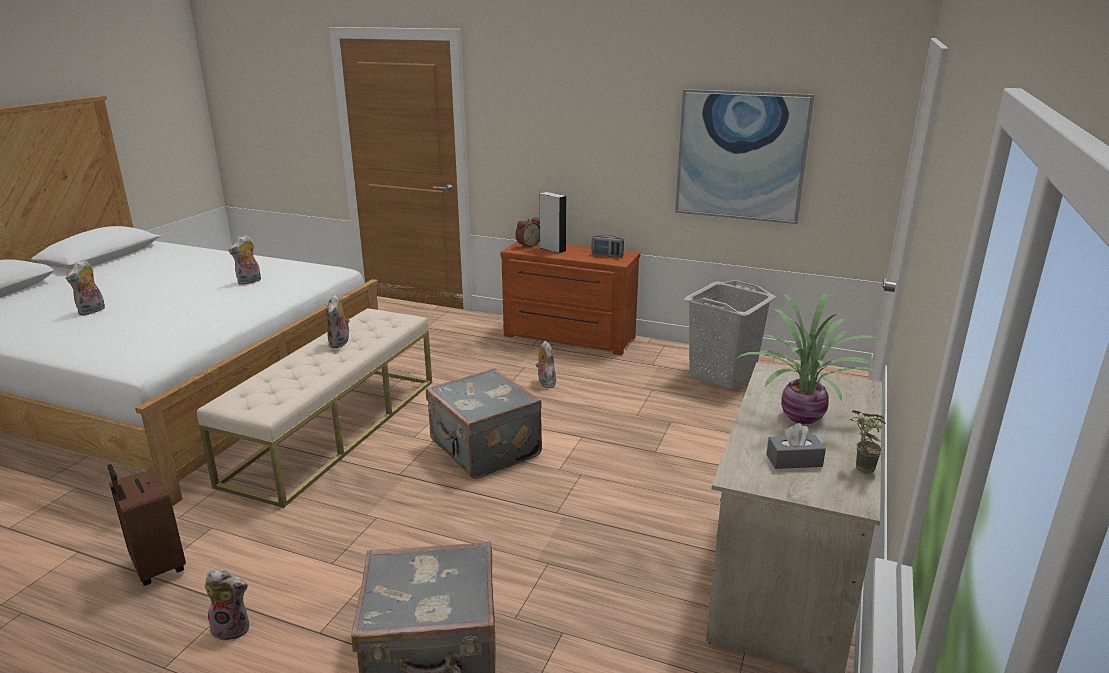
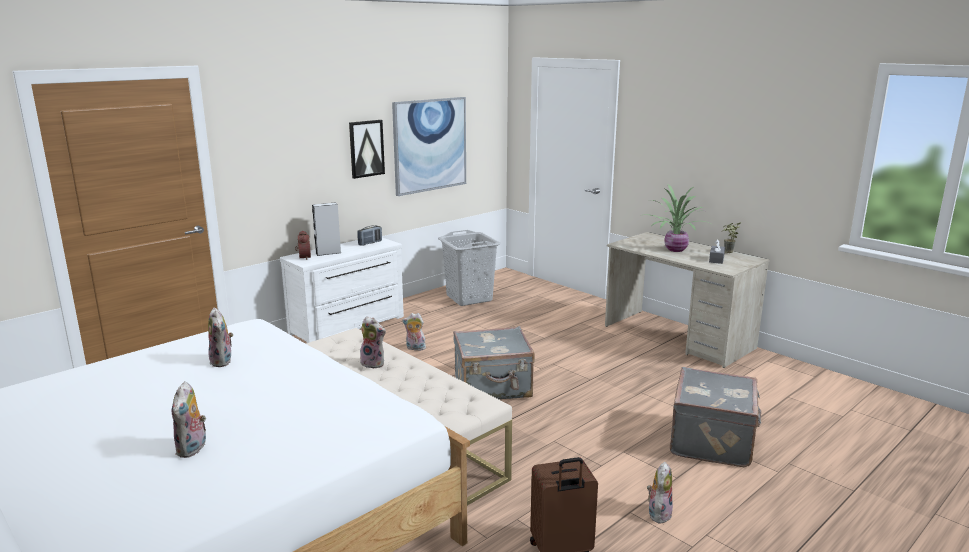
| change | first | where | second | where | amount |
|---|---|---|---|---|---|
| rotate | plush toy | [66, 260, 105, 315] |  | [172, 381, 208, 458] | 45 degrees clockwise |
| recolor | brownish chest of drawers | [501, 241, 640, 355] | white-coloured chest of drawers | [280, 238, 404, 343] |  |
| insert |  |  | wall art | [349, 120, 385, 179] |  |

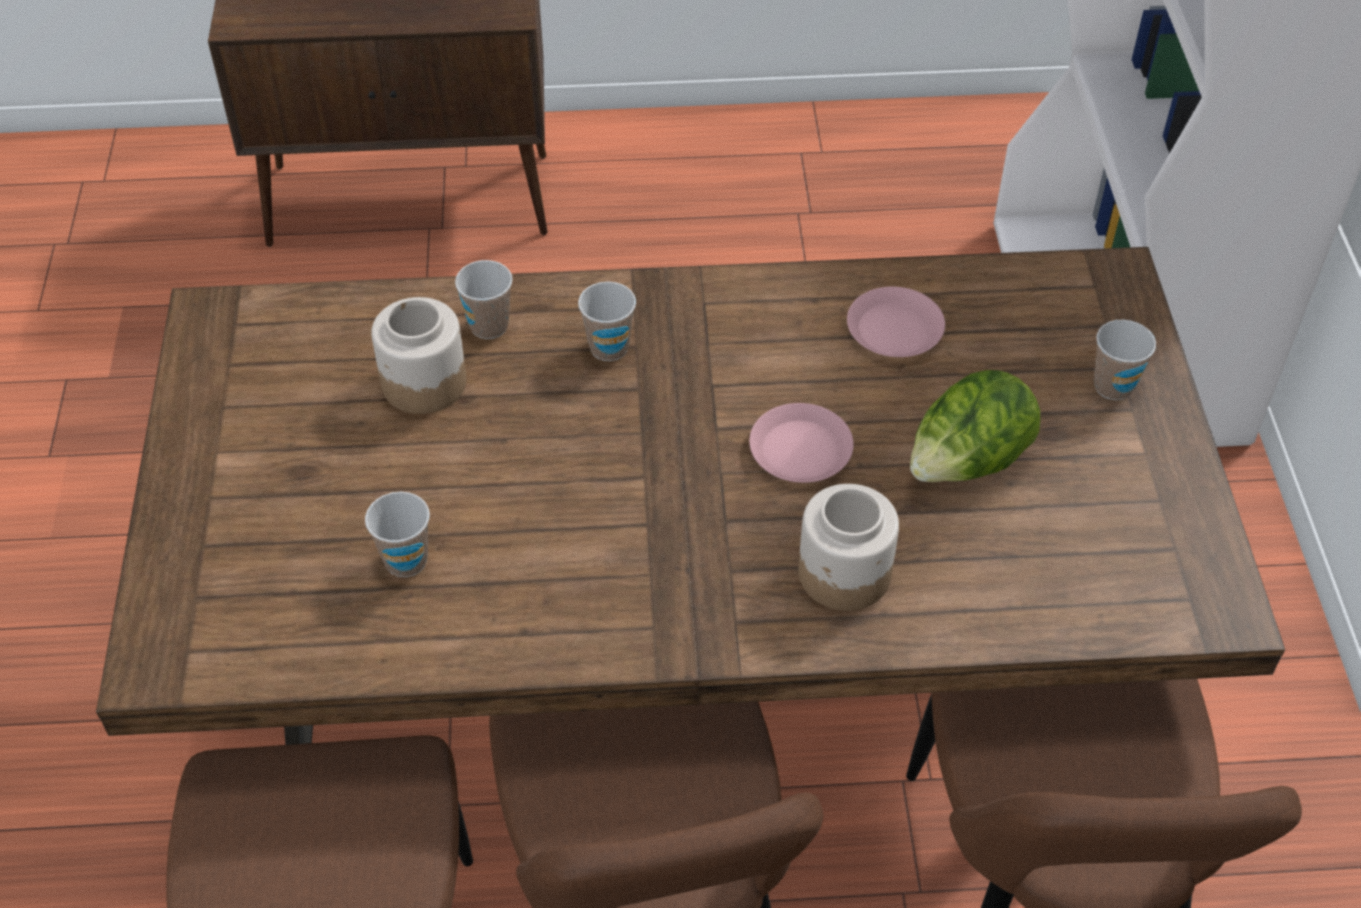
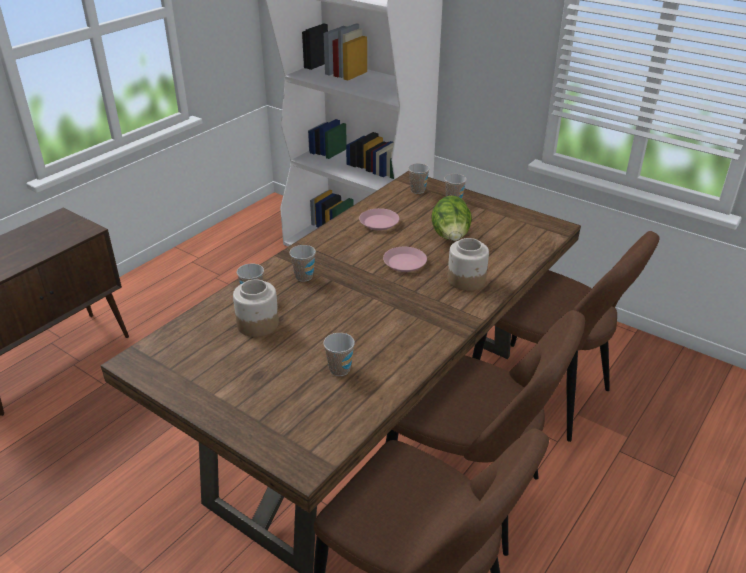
| change | first | where | second | where | amount |
|---|---|---|---|---|---|
| insert |  |  | drinking cup | [408, 163, 430, 194] |  |

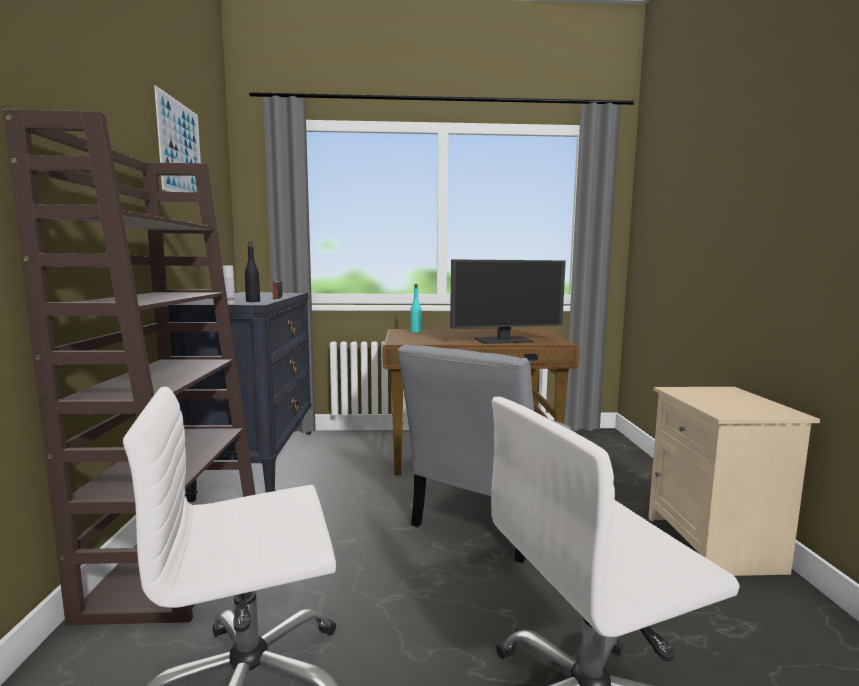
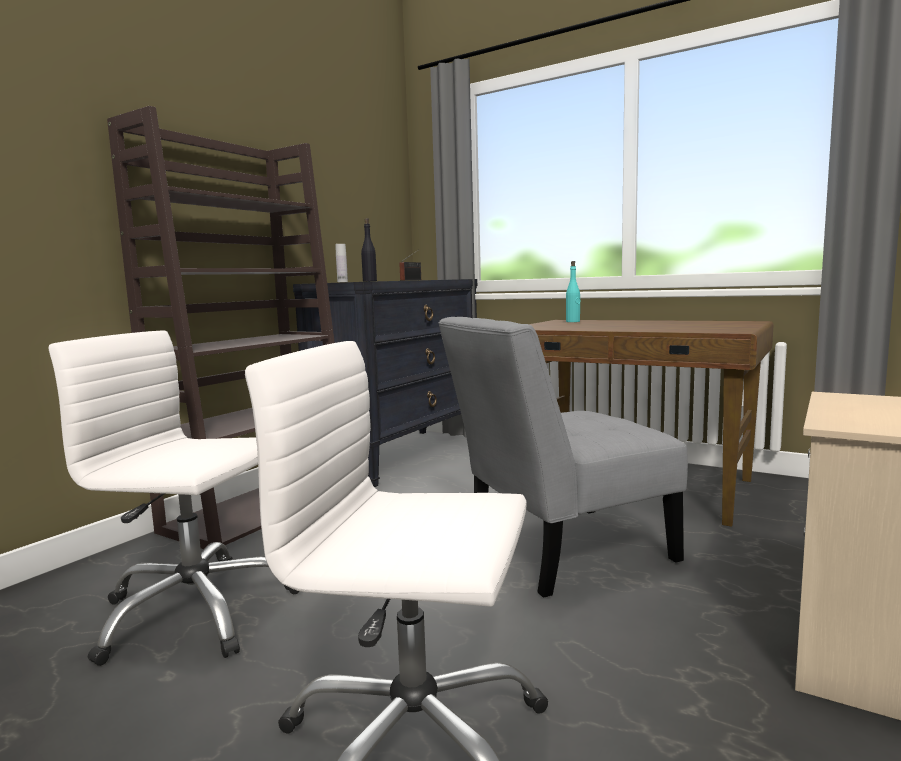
| change | first | where | second | where | amount |
|---|---|---|---|---|---|
| delete | wall art | [154, 85, 201, 192] |  |  |  |
| delete | computer screen | [450, 259, 566, 344] |  |  |  |

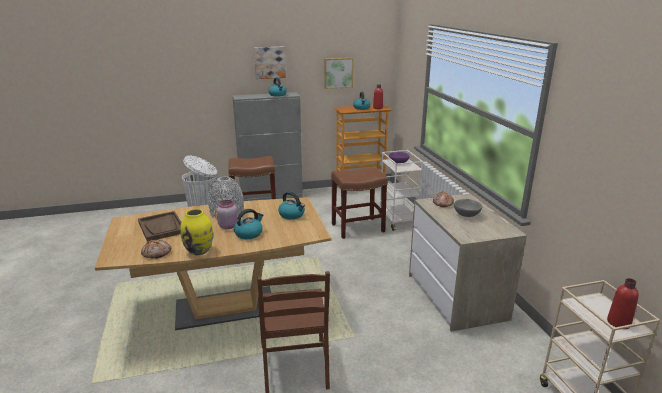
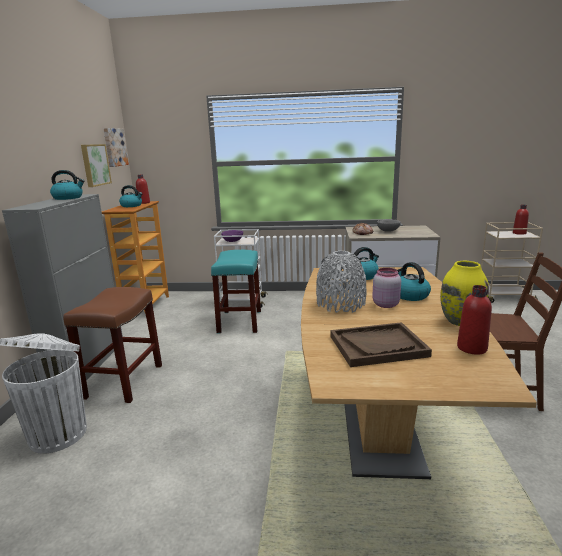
| change | first | where | second | where | amount |
|---|---|---|---|---|---|
| move | wall art | [254, 47, 286, 79] |  | [103, 128, 129, 167] |  |
| recolor | brownish sitting stool | [331, 167, 388, 239] | turquoise sitting stool | [211, 250, 261, 333] |  |
| replace | bakery bread | [141, 240, 172, 259] | red beverage bottle | [457, 285, 492, 355] |  |

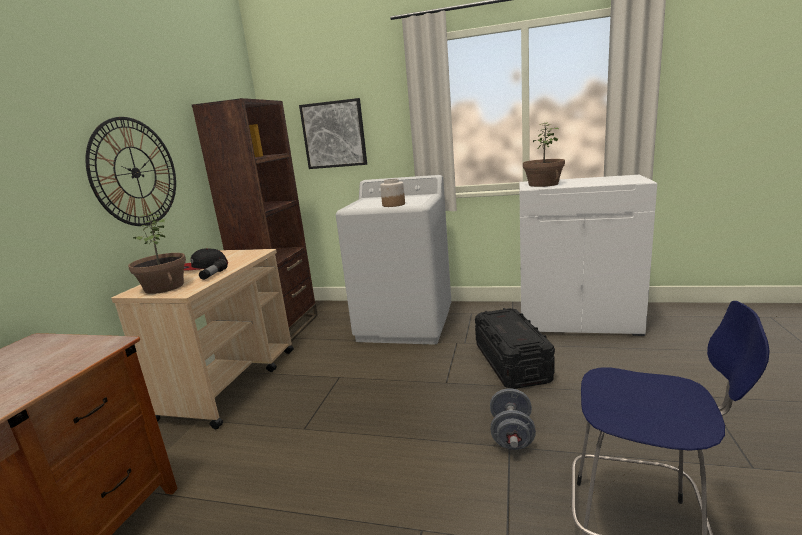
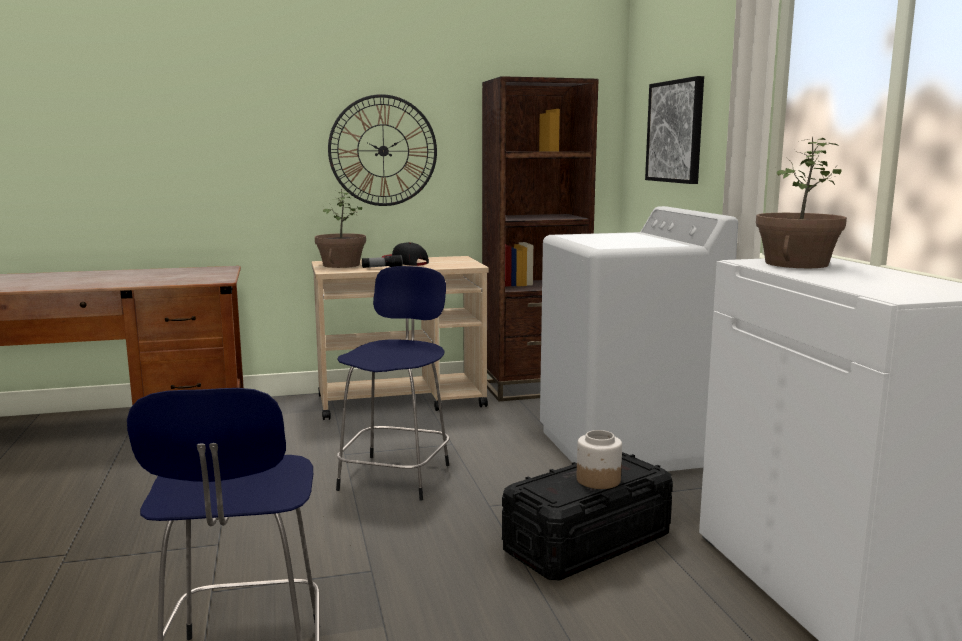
| change | first | where | second | where | amount |
|---|---|---|---|---|---|
| insert |  |  | bluish sitting stool | [336, 266, 449, 501] |  |
| move | jar | [380, 179, 405, 207] |  | [577, 430, 622, 489] |  |
| delete | grey free weight | [490, 388, 536, 450] |  |  |  |

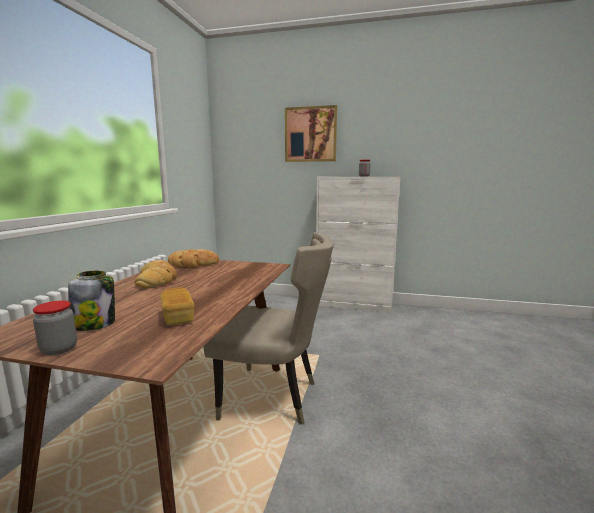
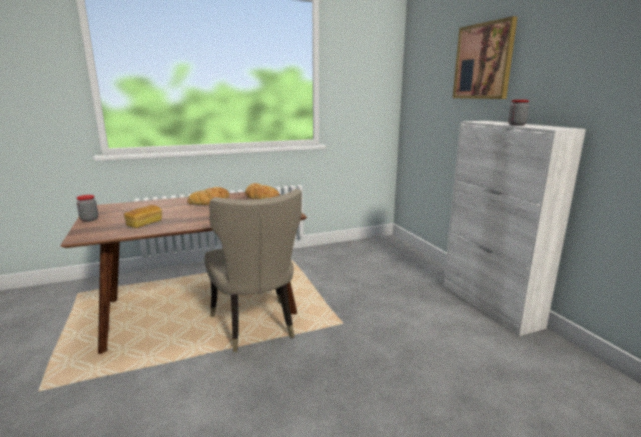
| change | first | where | second | where | amount |
|---|---|---|---|---|---|
| delete | jar | [68, 271, 115, 331] |  |  |  |

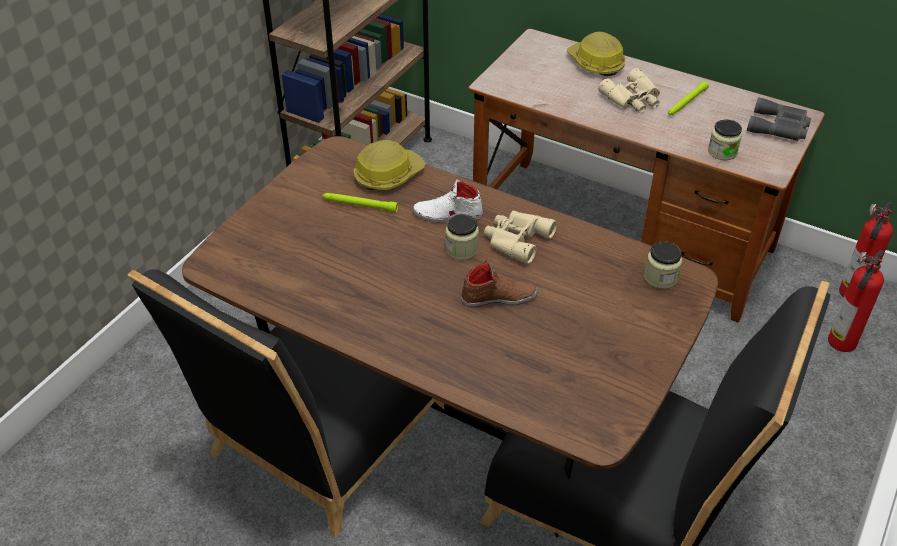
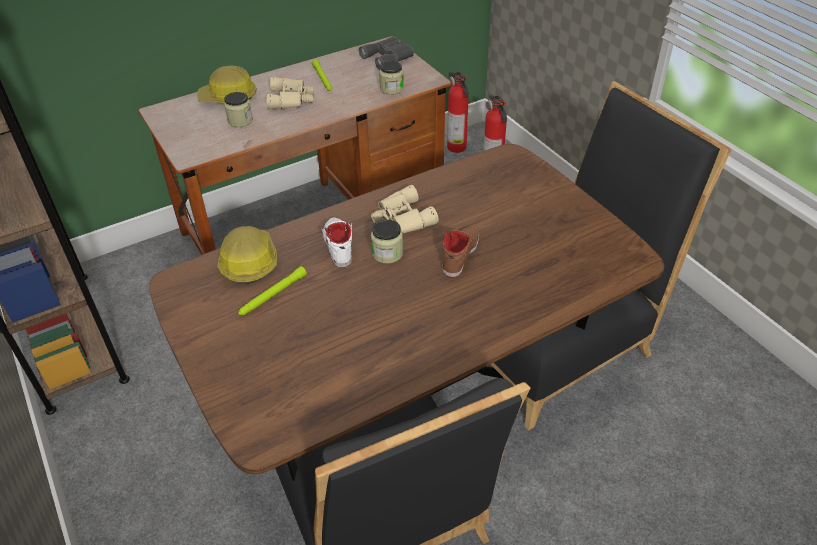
| change | first | where | second | where | amount |
|---|---|---|---|---|---|
| move | jar | [644, 241, 682, 289] |  | [224, 92, 253, 127] |  |
| rotate | white-coloured low shoe | [413, 179, 483, 223] |  | [321, 217, 352, 268] | 135 degrees clockwise |

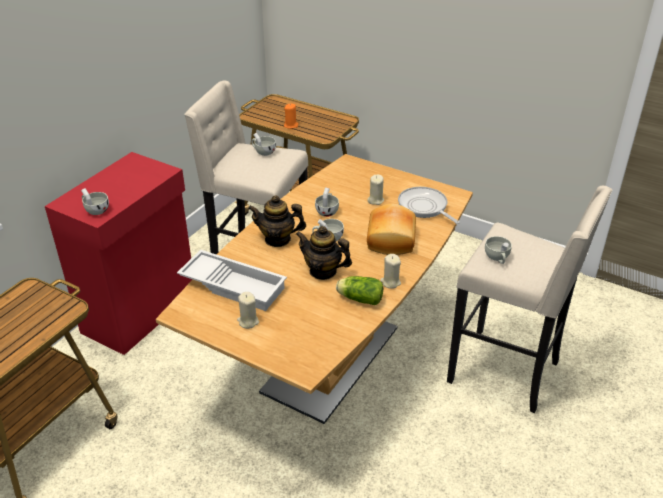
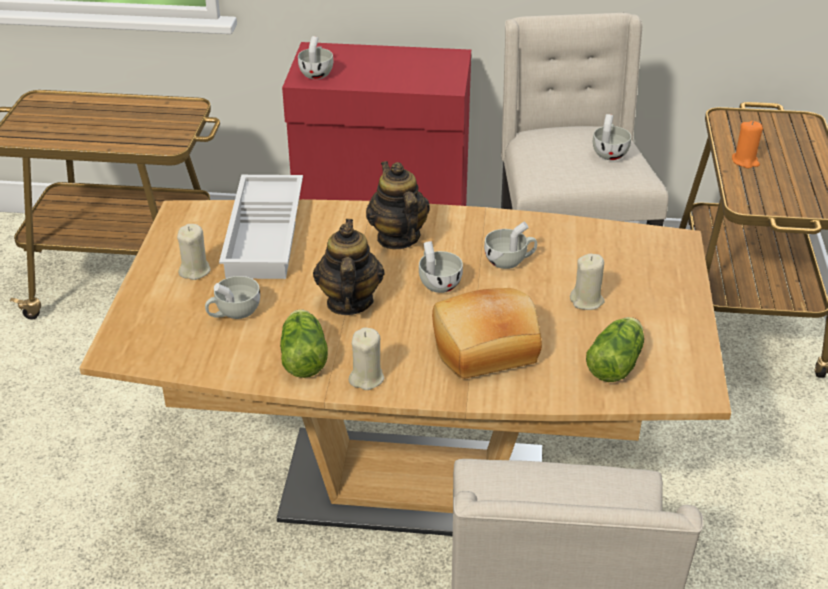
| change | first | where | second | where | amount |
|---|---|---|---|---|---|
| move | white-coloured drinking cup | [485, 236, 512, 264] |  | [205, 276, 260, 319] |  |
| replace | pan | [398, 187, 460, 224] | lettuce head | [586, 317, 644, 382] |  |

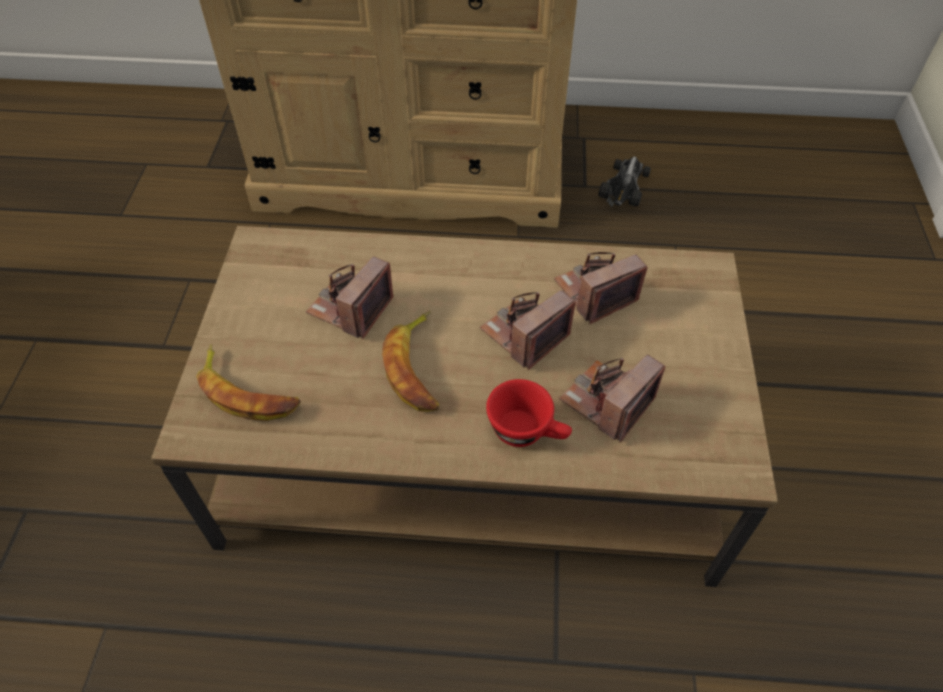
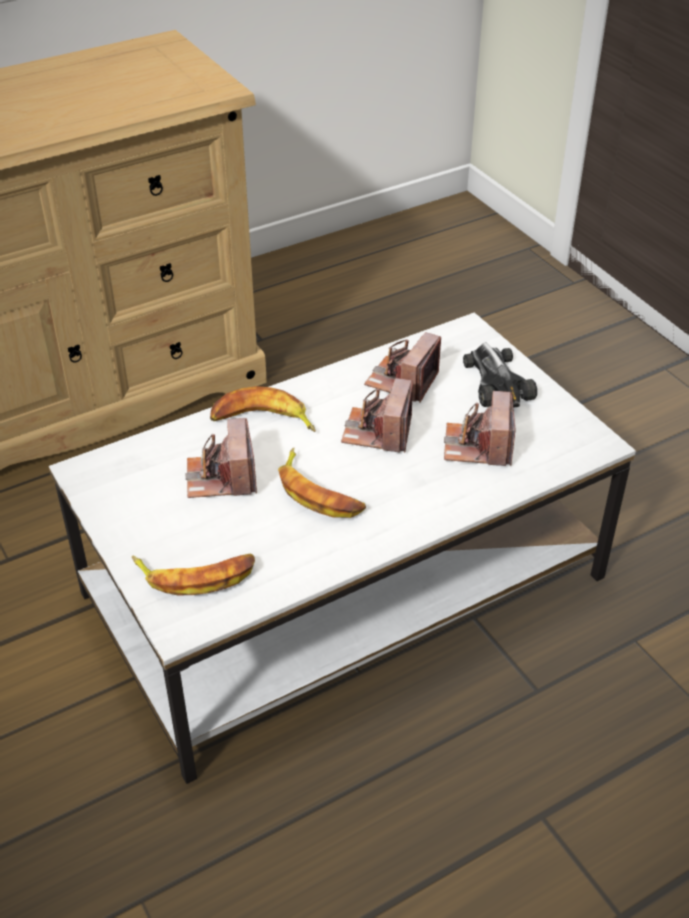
| change | first | where | second | where | amount |
|---|---|---|---|---|---|
| recolor | brownish lounge table | [151, 226, 778, 587] | white-coloured lounge table | [49, 312, 636, 784] |  |
| insert |  |  | banana | [210, 386, 316, 432] |  |
| move | model car | [598, 156, 651, 207] |  | [463, 343, 537, 407] |  |
| delete | red drinking cup | [486, 379, 572, 447] |  |  |  |

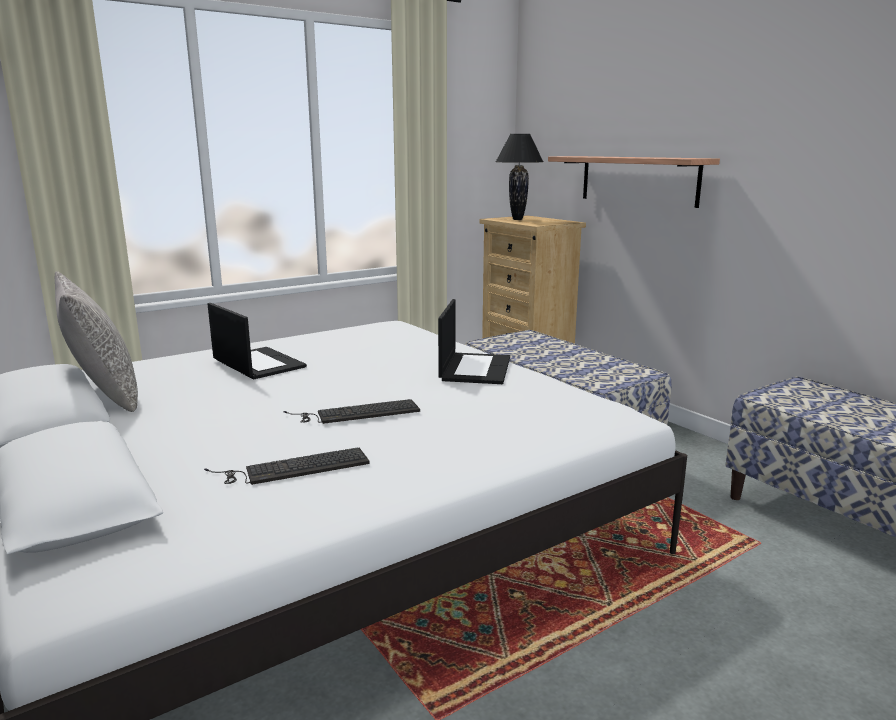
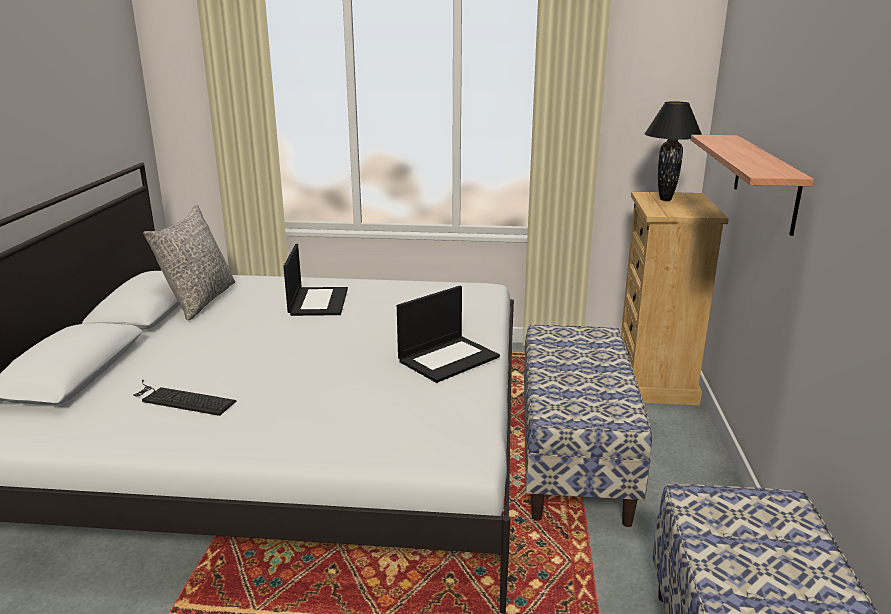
| change | first | where | second | where | amount |
|---|---|---|---|---|---|
| delete | keyboard | [284, 399, 420, 424] |  |  |  |

